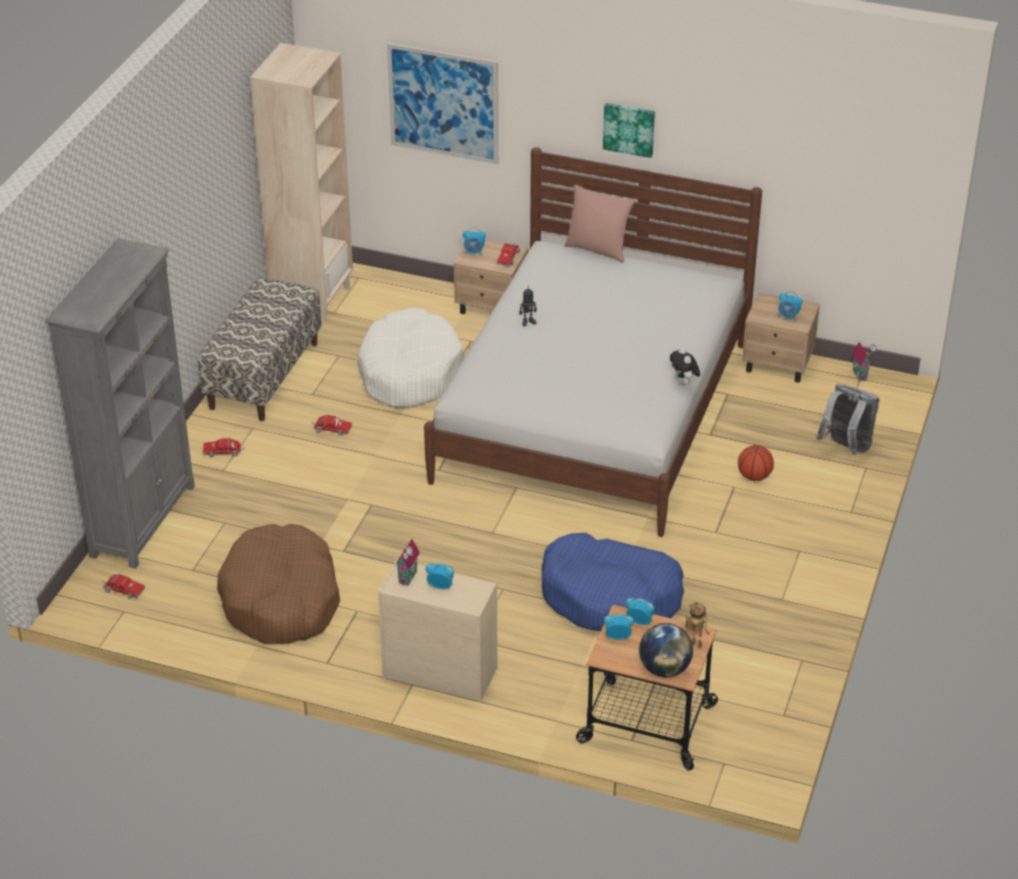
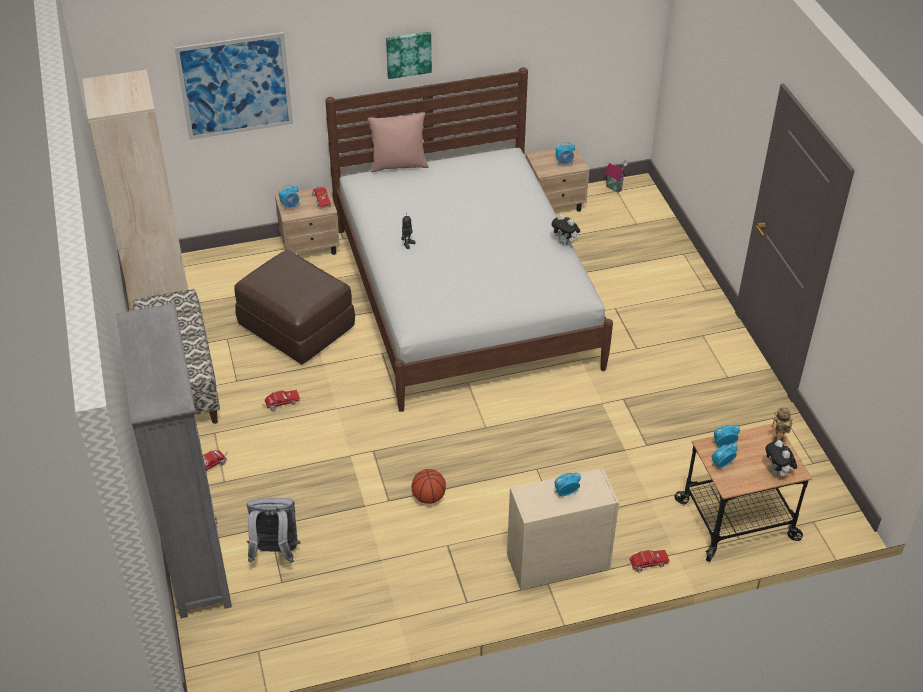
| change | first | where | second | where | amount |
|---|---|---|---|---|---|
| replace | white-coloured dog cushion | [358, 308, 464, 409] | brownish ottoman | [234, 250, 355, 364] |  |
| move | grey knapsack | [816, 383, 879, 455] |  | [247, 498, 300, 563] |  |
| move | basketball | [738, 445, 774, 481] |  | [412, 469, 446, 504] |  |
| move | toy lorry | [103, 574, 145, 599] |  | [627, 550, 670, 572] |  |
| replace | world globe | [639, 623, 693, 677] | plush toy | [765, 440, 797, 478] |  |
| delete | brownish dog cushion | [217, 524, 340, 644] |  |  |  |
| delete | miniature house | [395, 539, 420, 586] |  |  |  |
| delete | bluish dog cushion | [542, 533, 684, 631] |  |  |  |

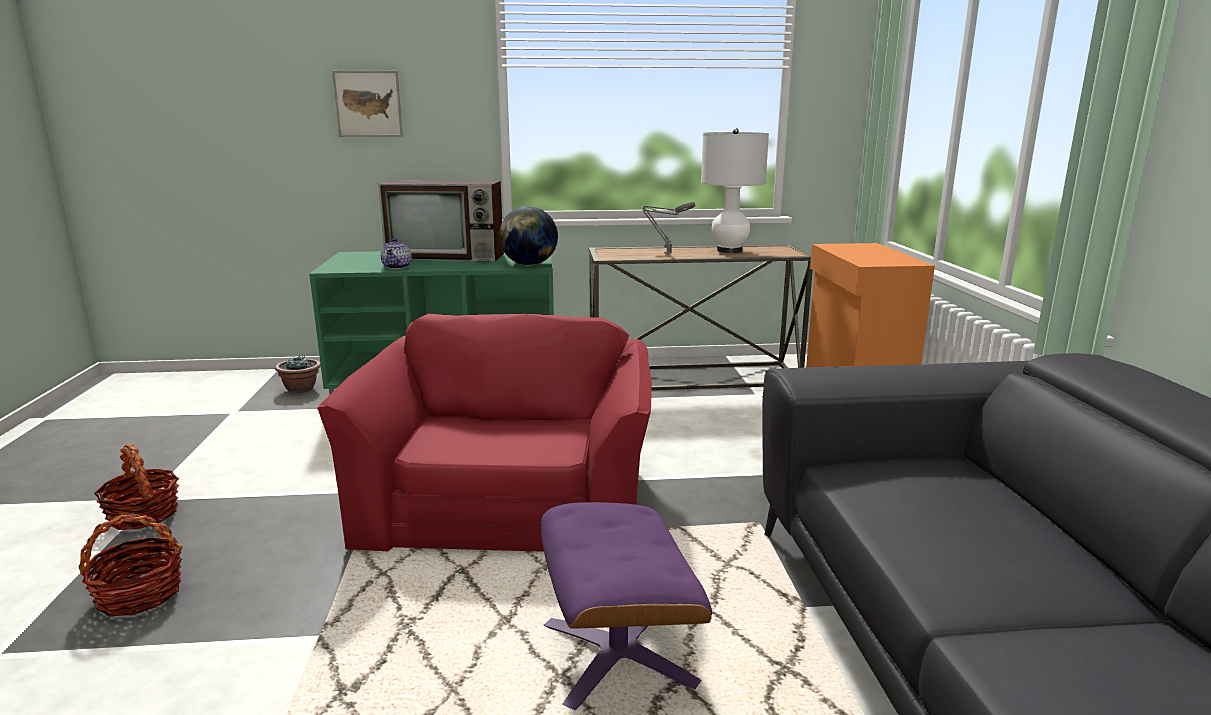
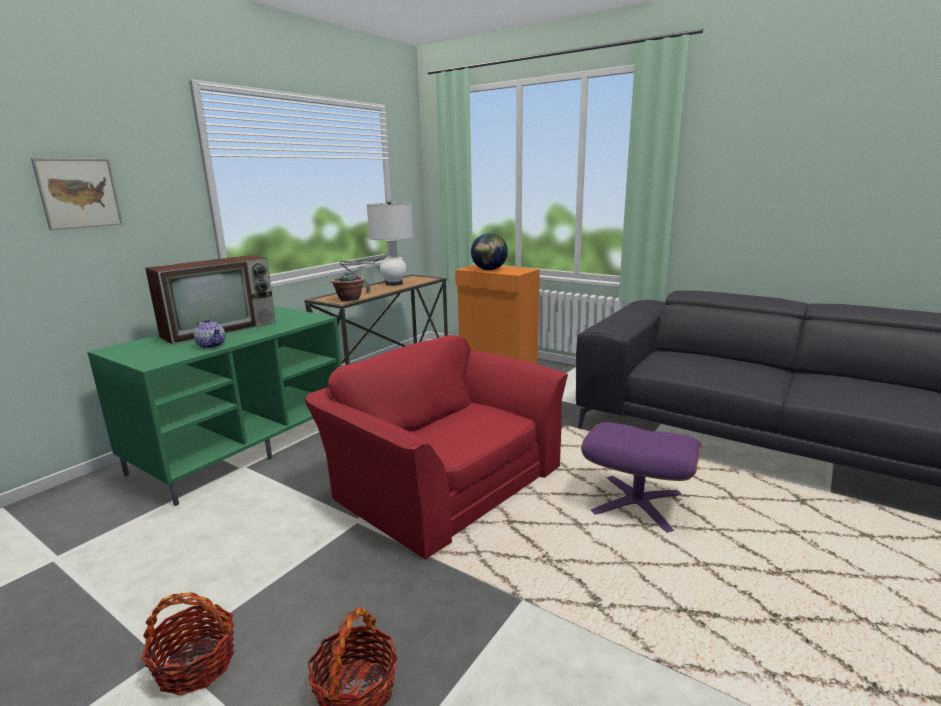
| change | first | where | second | where | amount |
|---|---|---|---|---|---|
| move | potted plant | [275, 355, 321, 393] |  | [331, 272, 365, 302] |  |
| move | world globe | [499, 206, 558, 265] |  | [471, 233, 508, 270] |  |

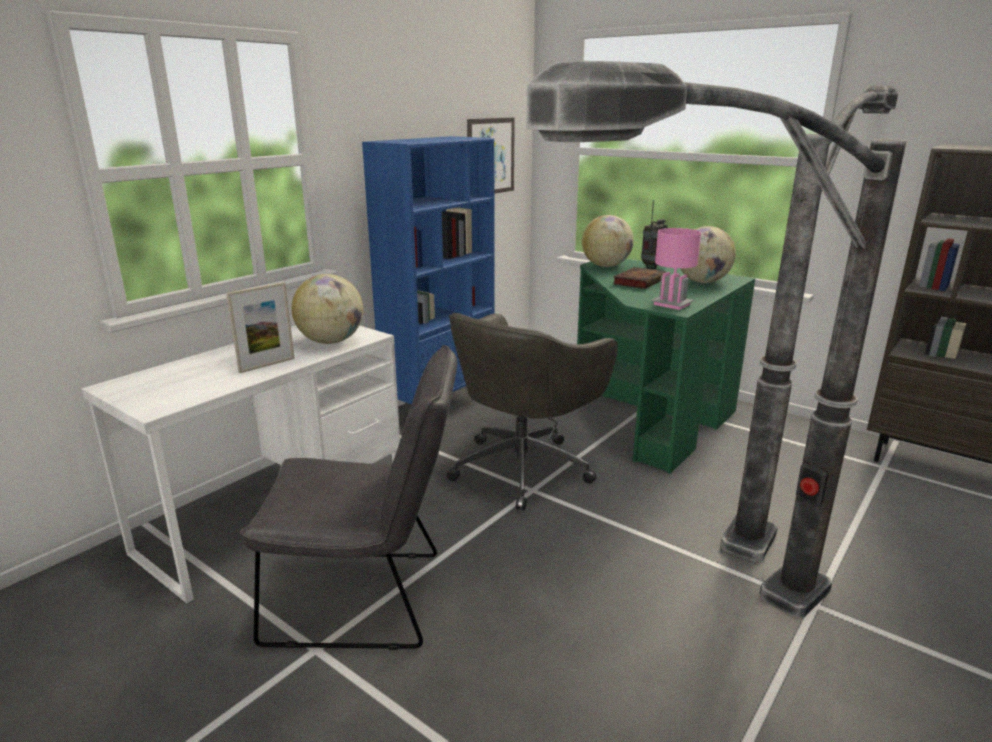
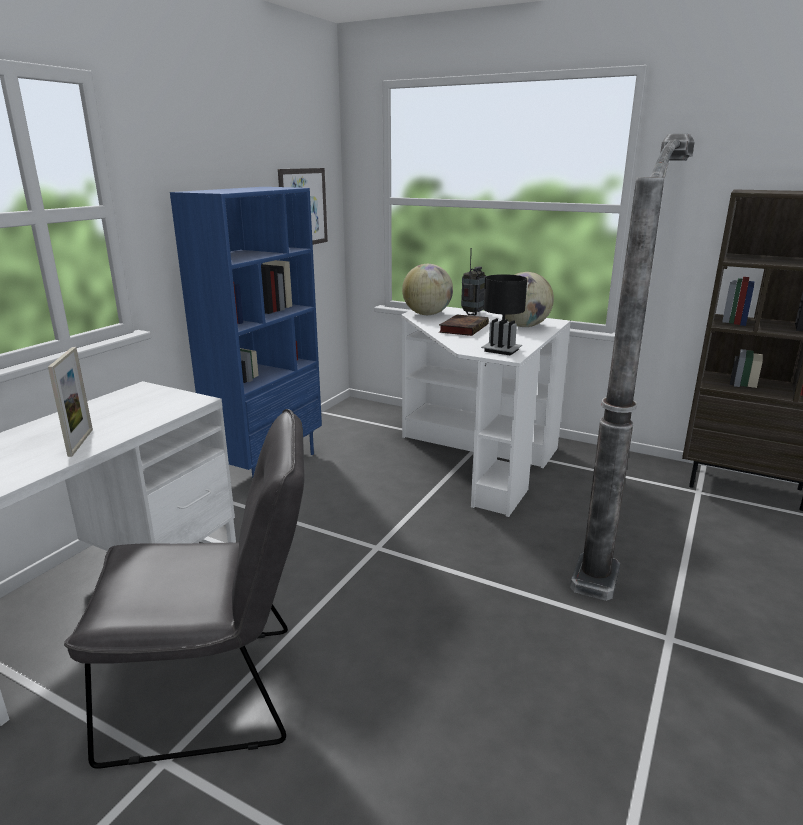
| change | first | where | second | where | amount |
|---|---|---|---|---|---|
| rotate | standing frame | [226, 282, 295, 373] |  | [48, 347, 93, 457] | 45 degrees counterclockwise |
| recolor | green desk | [577, 259, 755, 474] | white-coloured desk | [402, 307, 571, 517] |  |
| recolor | pink-coloured tabletop lamp | [651, 228, 701, 310] | blackish tabletop lamp | [481, 274, 527, 356] |  |
| delete | world globe | [291, 274, 363, 344] |  |  |  |
| delete | grey computer chair | [447, 313, 618, 510] |  |  |  |
| delete | standard lamp | [526, 61, 906, 617] |  |  |  |

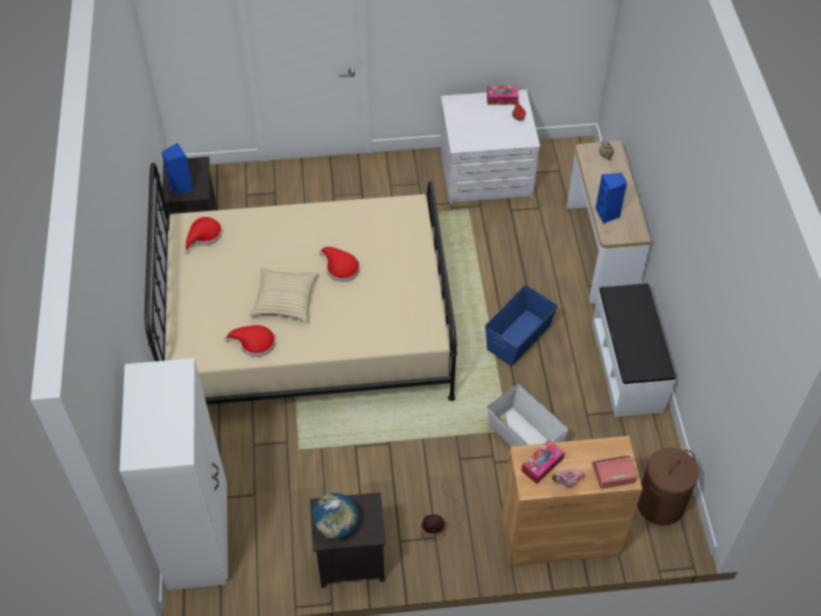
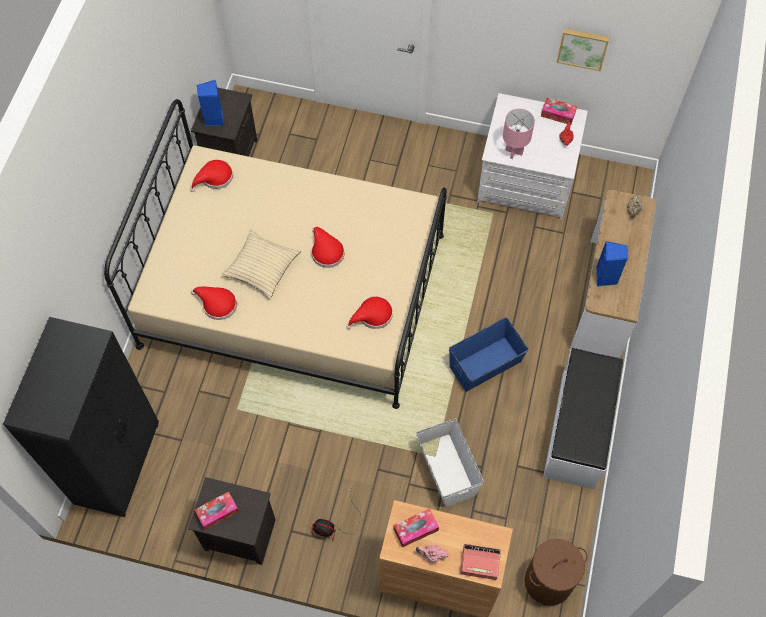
| change | first | where | second | where | amount |
|---|---|---|---|---|---|
| recolor | white-coloured armoire | [120, 358, 228, 590] | blackish armoire | [3, 317, 159, 517] |  |
| replace | world globe | [313, 493, 358, 539] | box of tissues | [195, 491, 239, 530] |  |
| insert |  |  | red hat | [346, 296, 393, 329] |  |
| insert |  |  | pink-coloured tabletop lamp | [503, 109, 535, 159] |  |
| insert |  |  | wall art | [557, 29, 610, 71] |  |

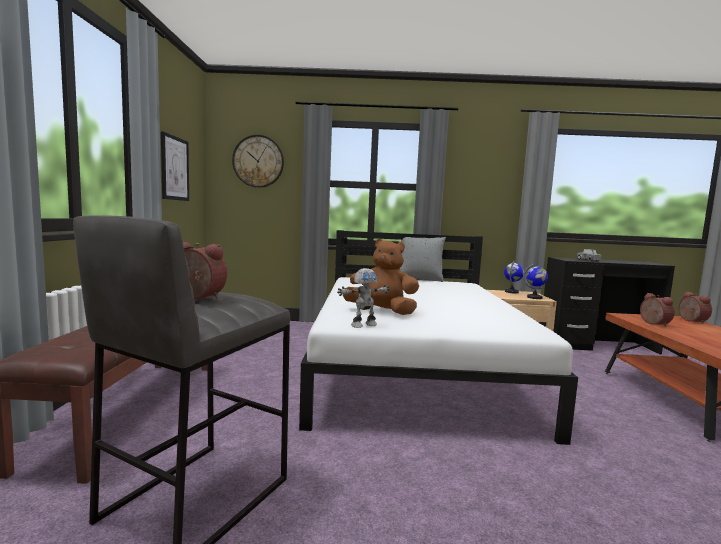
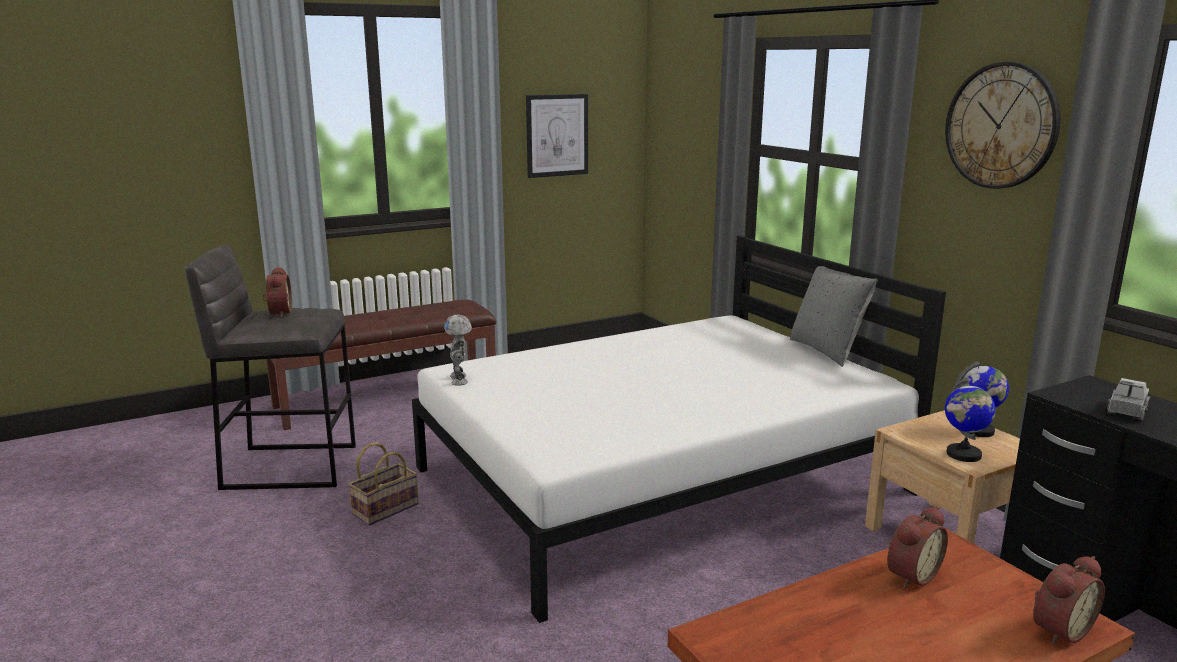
| change | first | where | second | where | amount |
|---|---|---|---|---|---|
| insert |  |  | storage basket | [348, 442, 419, 526] |  |
| rotate | model robot | [337, 268, 390, 328] |  | [444, 315, 472, 386] | 45 degrees clockwise |
| move | clock on the wall | [232, 135, 284, 188] |  | [945, 62, 1061, 189] |  |
| delete | brownish plush toy | [343, 239, 419, 315] |  |  |  |

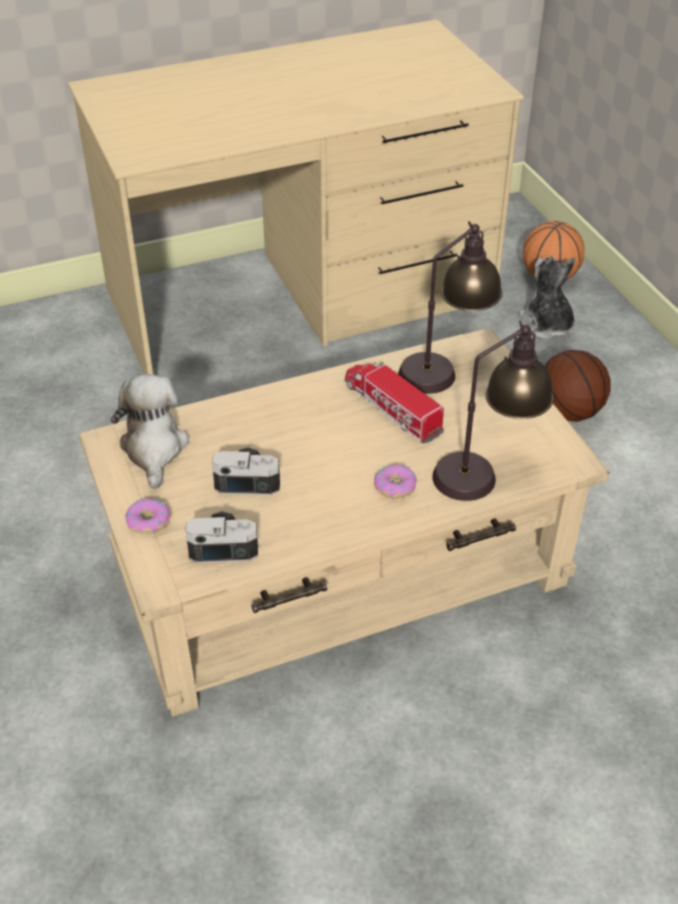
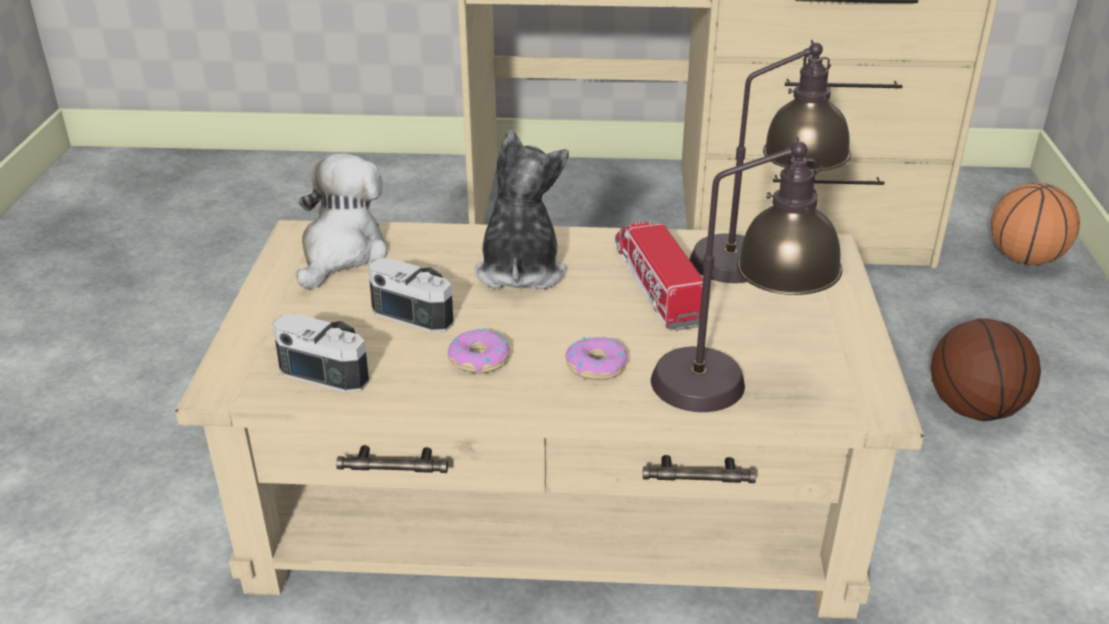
| change | first | where | second | where | amount |
|---|---|---|---|---|---|
| move | donut | [125, 498, 170, 534] |  | [448, 329, 510, 373] |  |
| move | plush toy | [519, 255, 575, 340] |  | [475, 130, 569, 289] |  |

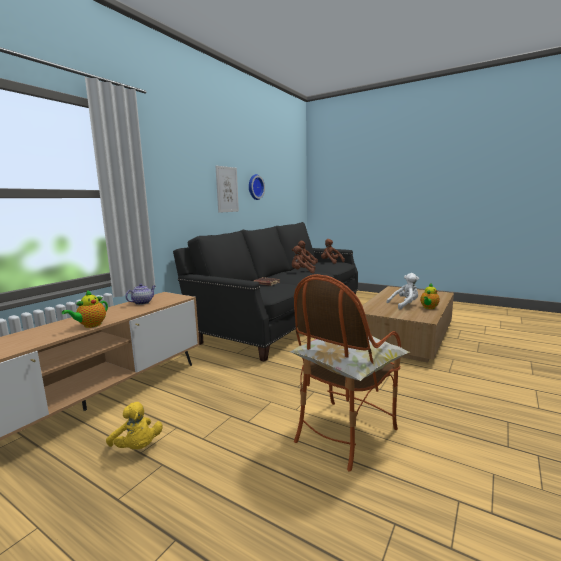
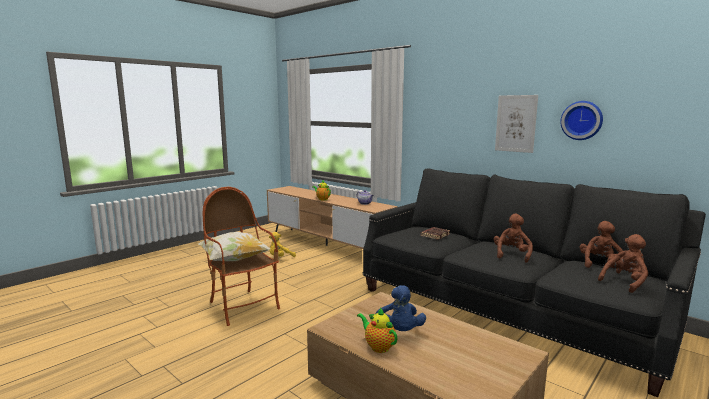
| change | first | where | second | where | amount |
|---|---|---|---|---|---|
| recolor | white-coloured plush toy | [386, 273, 419, 310] | bluish plush toy | [375, 285, 426, 331] |  |

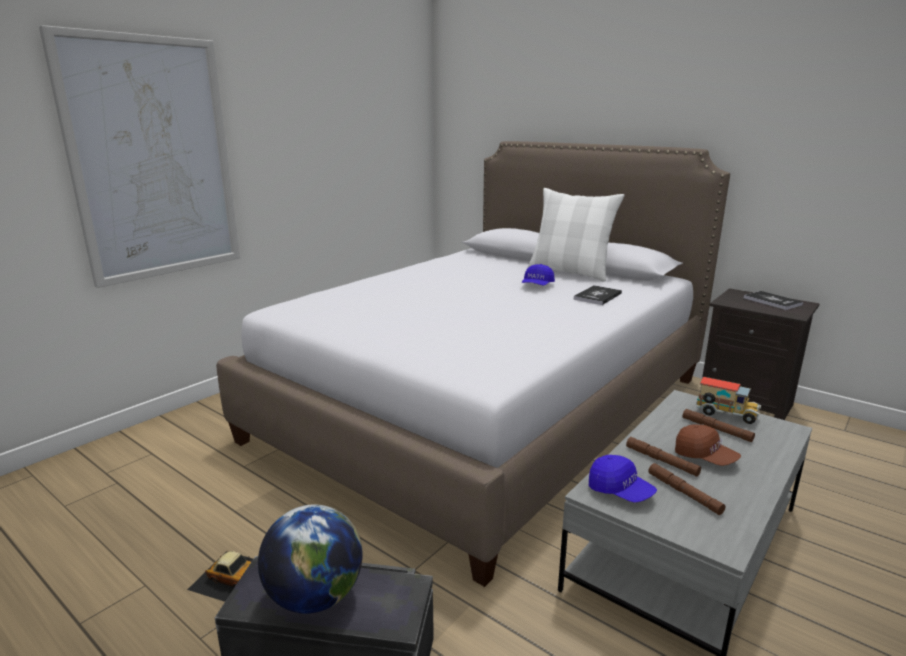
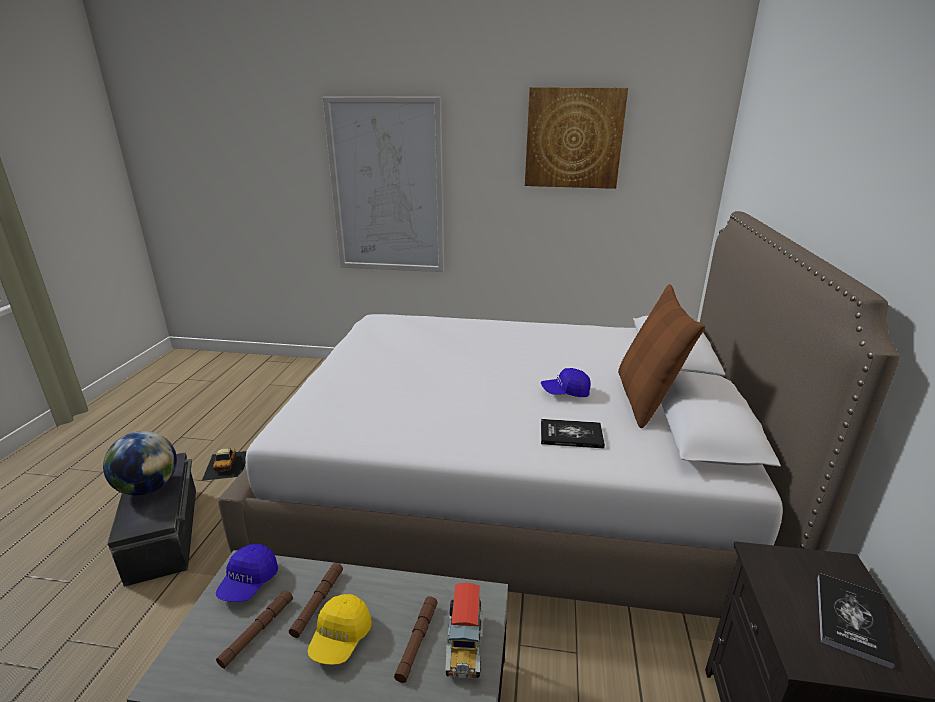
| change | first | where | second | where | amount |
|---|---|---|---|---|---|
| recolor | brownish baseball cap | [675, 425, 741, 466] | yellow-coloured baseball cap | [308, 594, 372, 665] |  |
| insert |  |  | wall art | [525, 87, 628, 189] |  |
| recolor | white-coloured cushion | [527, 188, 624, 282] | brownish cushion | [618, 284, 705, 428] |  |

